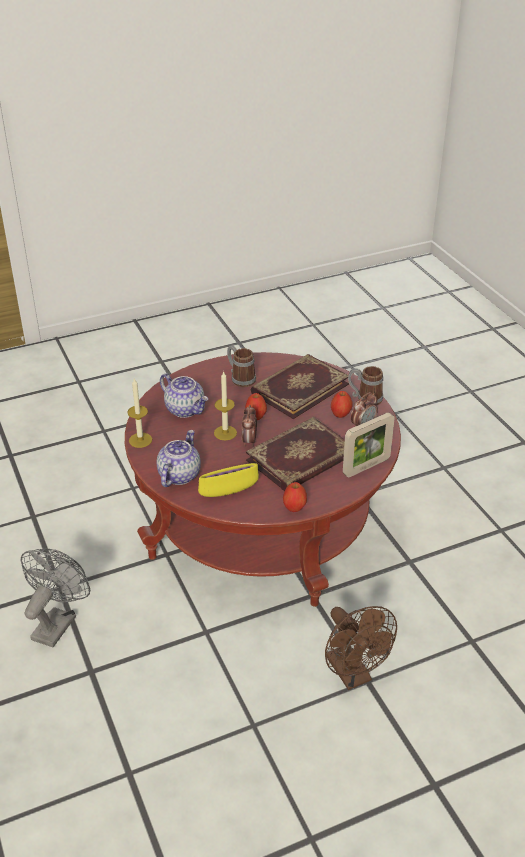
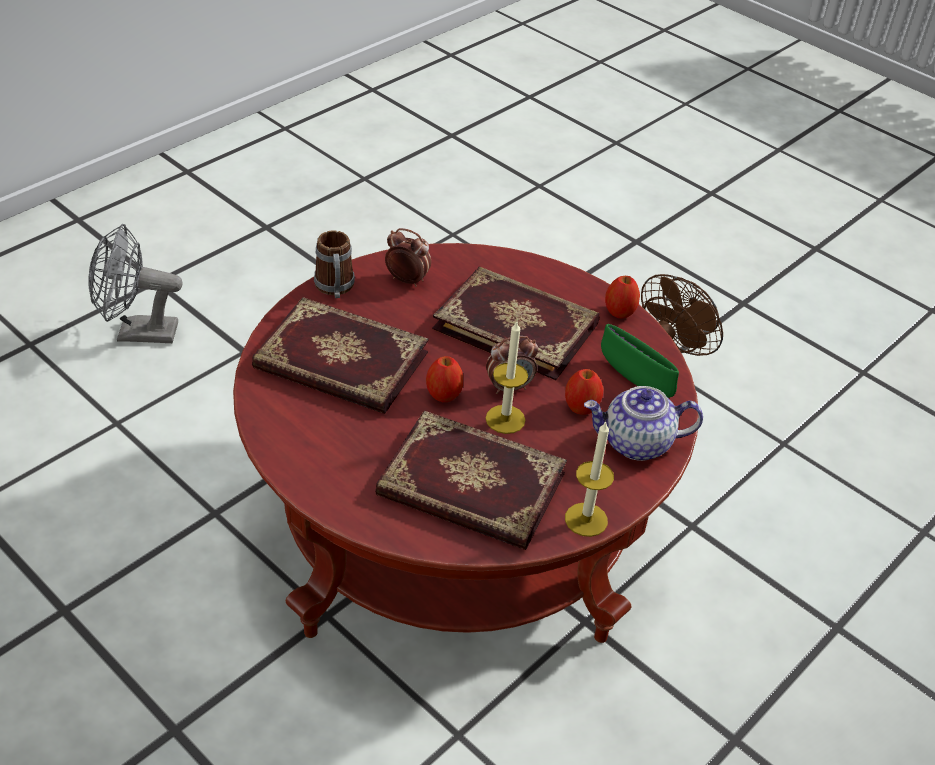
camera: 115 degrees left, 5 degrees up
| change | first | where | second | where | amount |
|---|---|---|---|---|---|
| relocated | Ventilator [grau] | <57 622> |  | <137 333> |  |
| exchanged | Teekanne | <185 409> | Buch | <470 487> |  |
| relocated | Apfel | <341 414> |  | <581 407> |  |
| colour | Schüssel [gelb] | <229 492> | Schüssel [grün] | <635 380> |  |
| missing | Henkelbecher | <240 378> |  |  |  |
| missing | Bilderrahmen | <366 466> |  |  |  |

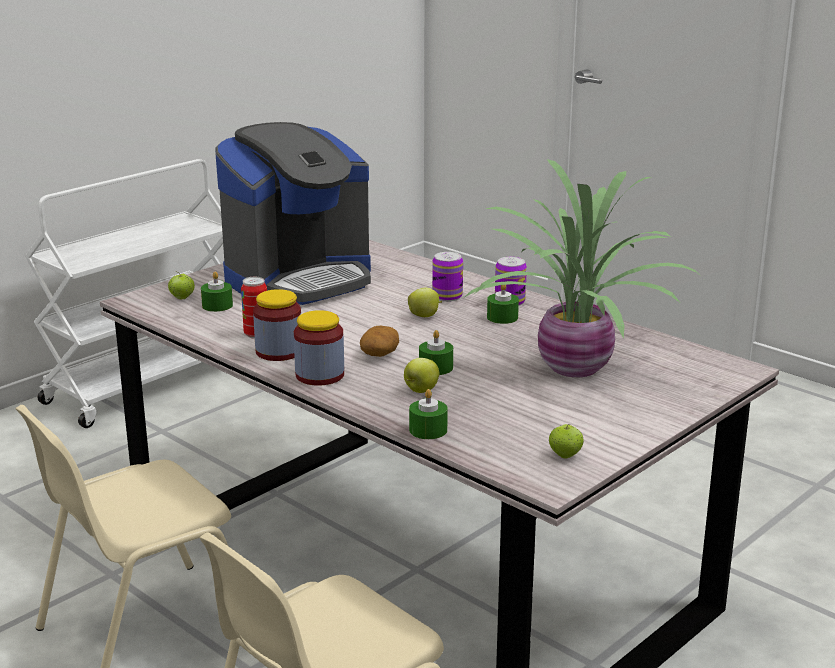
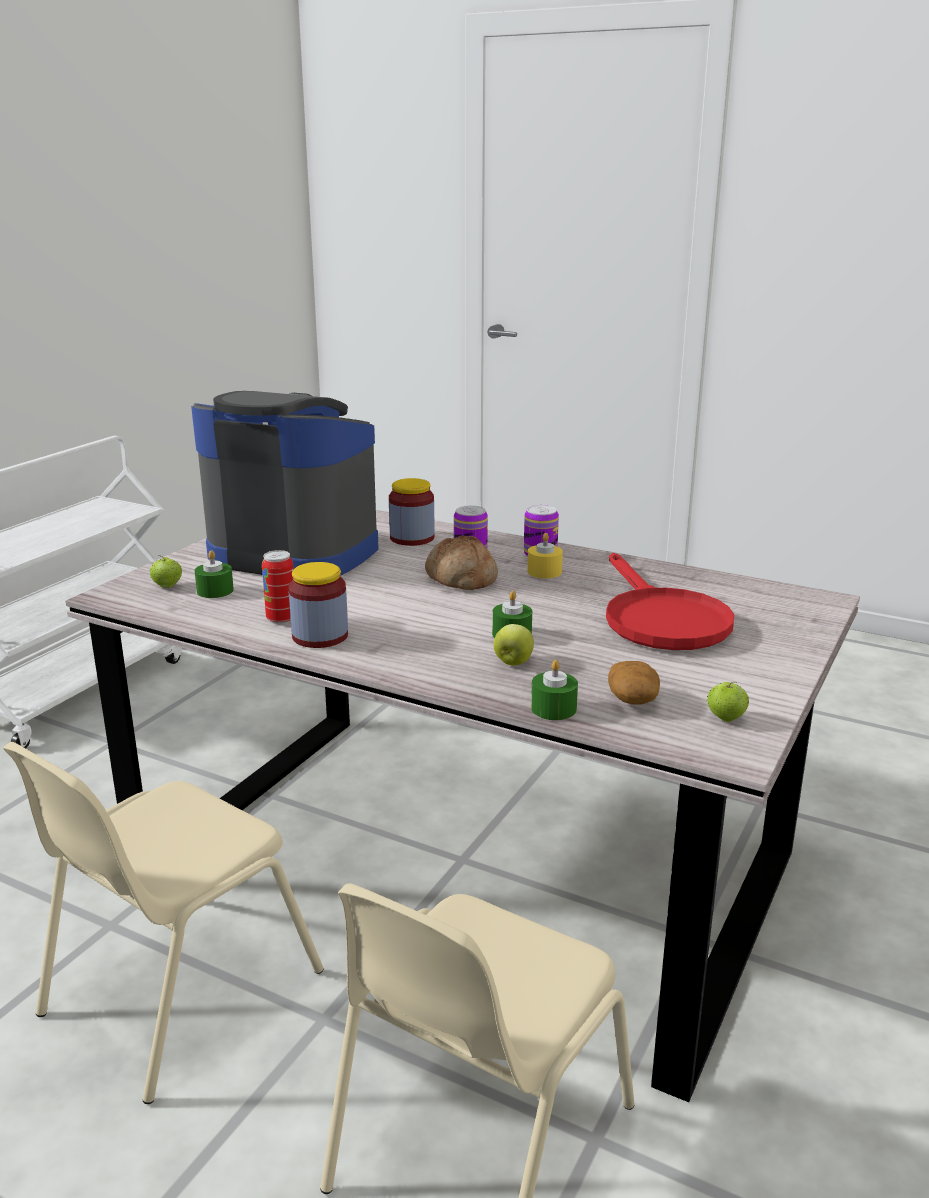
camera: 15 degrees left, 0 degrees up
| change | first | where | second | where | amount |
|---|---|---|---|---|---|
| spun | Kaffeemaschine | <299 278> |  | <294 552> | 105 degrees counterclockwise |
| relocated | Vorratsglas | <320 375> |  | <412 538> |  |
| exchanged | Apfel | <424 316> | Brot | <460 579> |  |
| colour | Kerze [grün] | <502 317> | Kerze [gelb] | <544 572> |  |
| exchanged | Topfpflanze | <573 369> | Pfanne [rot] | <660 619> |  |
| relocated | Kartoffel | <379 354> |  | <633 699> |  |

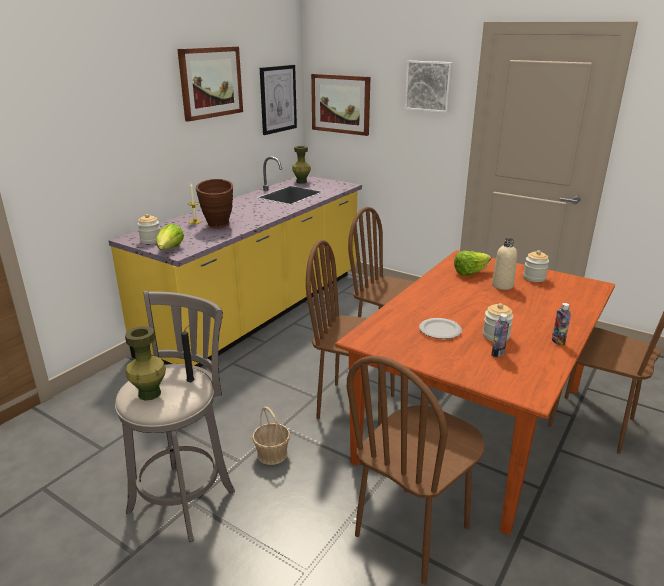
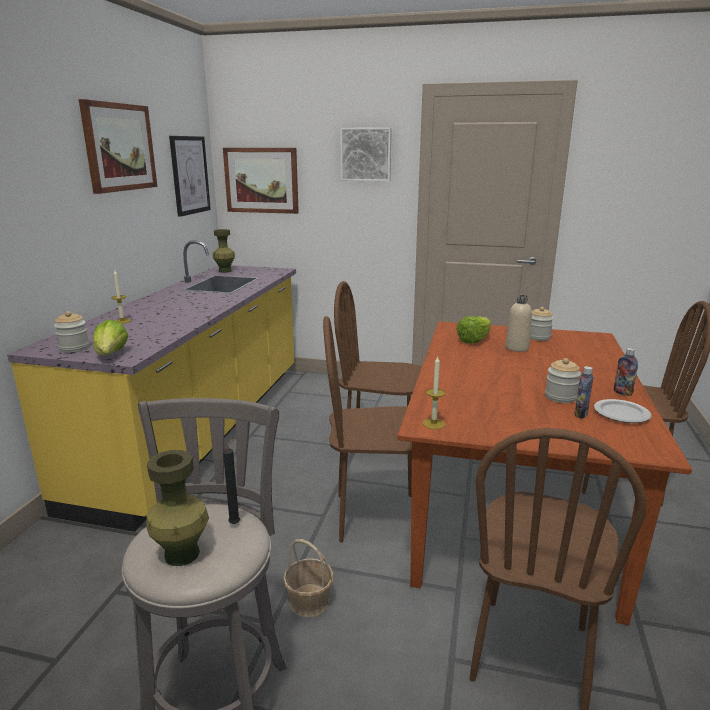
camera: 20 degrees left, 5 degrees down
| change | first | where | second | where | amount |
|---|---|---|---|---|---|
| appeared |  |  | Kerze | <433 423> |  |
| relocated | Teller | <439 330> |  | <620 413> |  |
| missing | Vase [braun] | <218 226> |  |  |  |

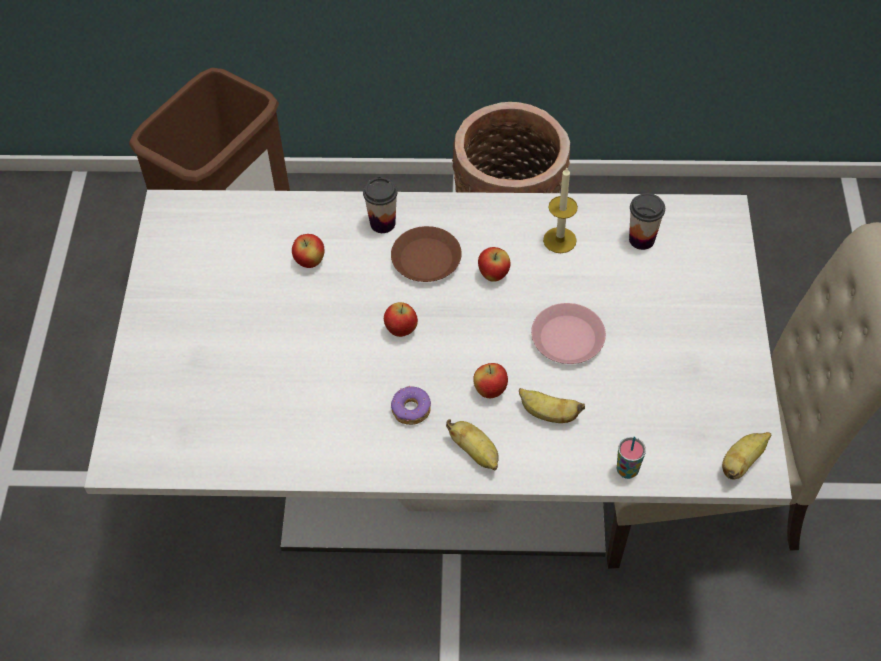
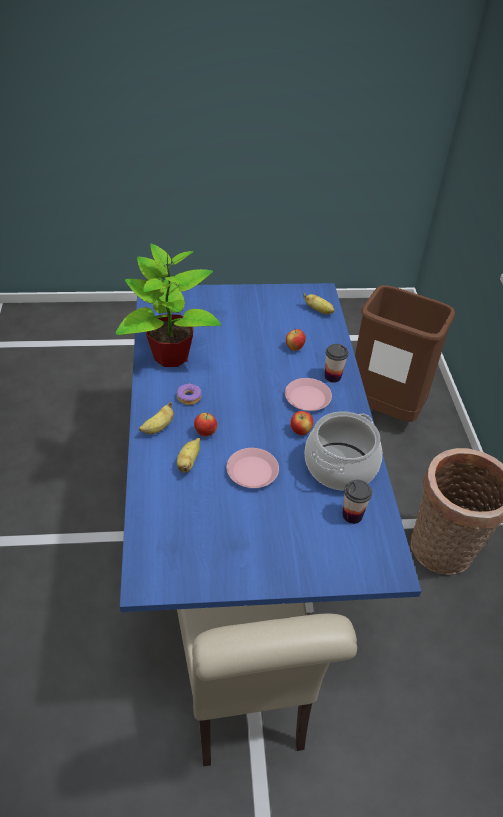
camera: 80 degrees right, 10 degrees down
| change | first | where | second | where | amount |
|---|---|---|---|---|---|
| appeared |  |  | Topfpflanze | <170 356> |  |
| colour | Esstisch [weiß] | <444 476> | Esstisch [blau] | <244 525> |  |
| colour | Teller [braun] | <425 259> | Teller [rosa] | <307 398> |  |
| relocated | Banane | <742 462> |  | <319 311> |  |
| exchanged | Kerze | <559 240> | Kochtopf | <340 466> |  |
| missing | Apfel | <401 330> |  |  |  |
| missing | Tasse | <627 470> |  |  |  |

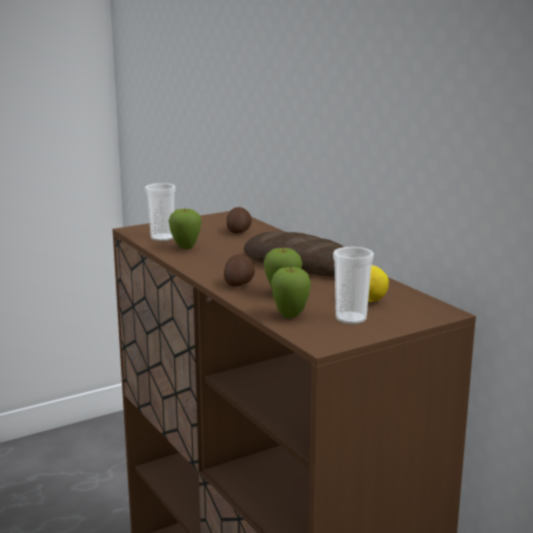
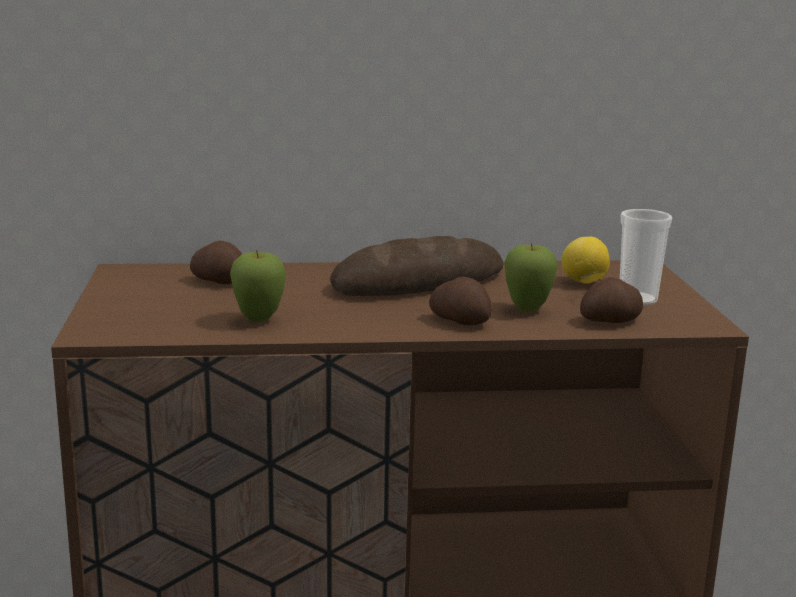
camera: 65 degrees left, 0 degrees up
| change | first | where | second | where | amount |
|---|---|---|---|---|---|
| exchanged | Apfel | <290 317> | Kartoffel | <611 321> |  |
| missing | Tasse | <162 238> |  |  |  |

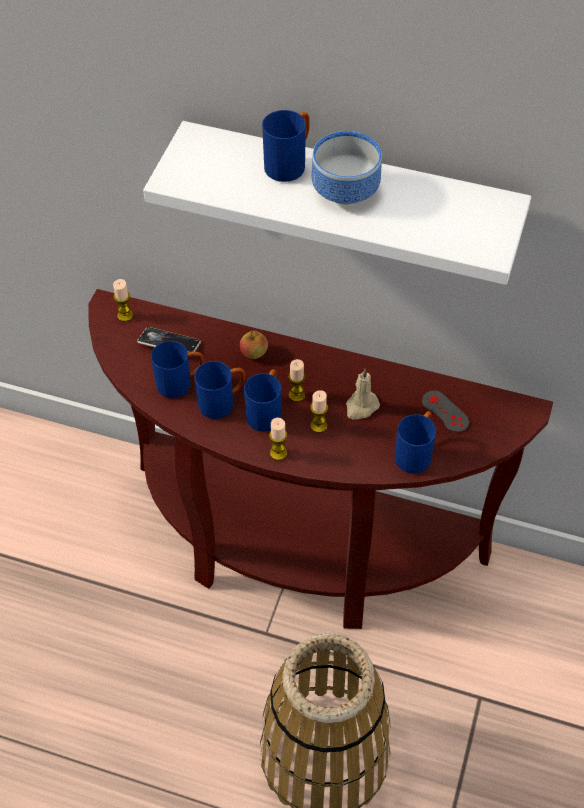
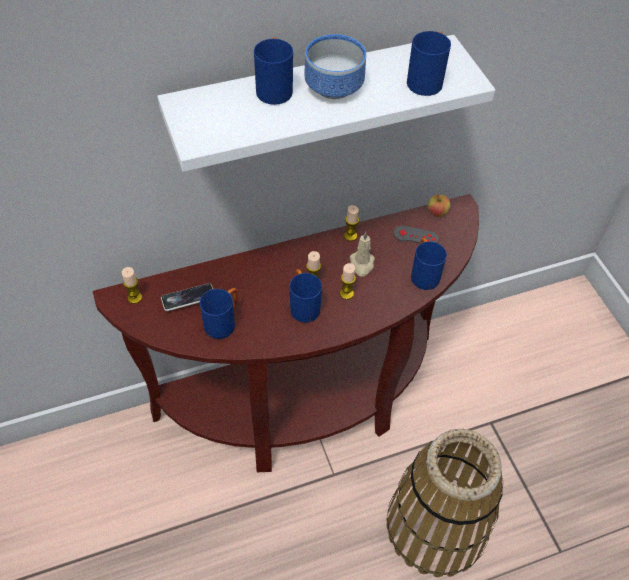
camera: 40 degrees left, 0 degrees up
| change | first | where | second | where | amount |
|---|---|---|---|---|---|
| relocated | Kerze | <278 453> |  | <350 236> |  |
| relocated | Henkelbecher [blau] | <222 402> |  | <426 80> |  |
| relocated | Apfel | <254 353> |  | <437 213> |  |

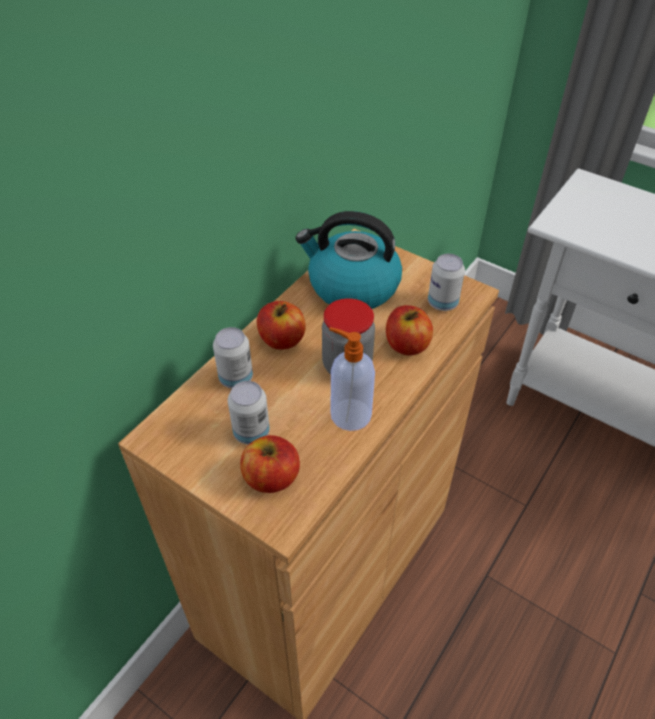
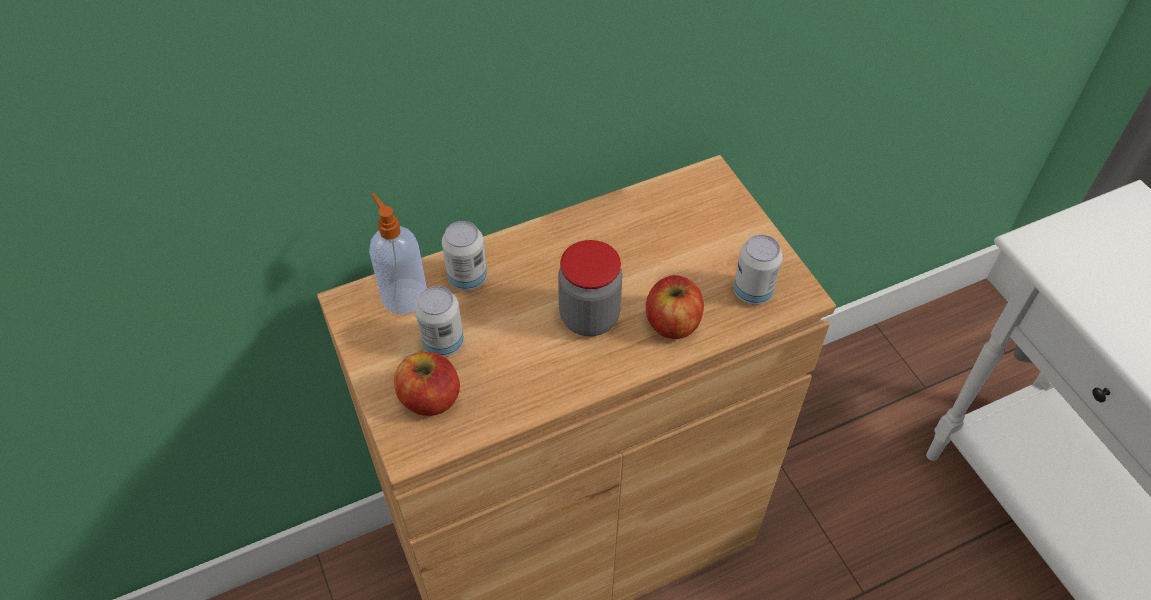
camera: 30 degrees right, 5 degrees up
| change | first | where | second | where | amount |
|---|---|---|---|---|---|
| relocated | Seifenspender | <349 414> |  | <403 295> |  |
| missing | Apfel | <282 340> |  |  |  |
| missing | Wasserkessel | <352 286> |  |  |  |

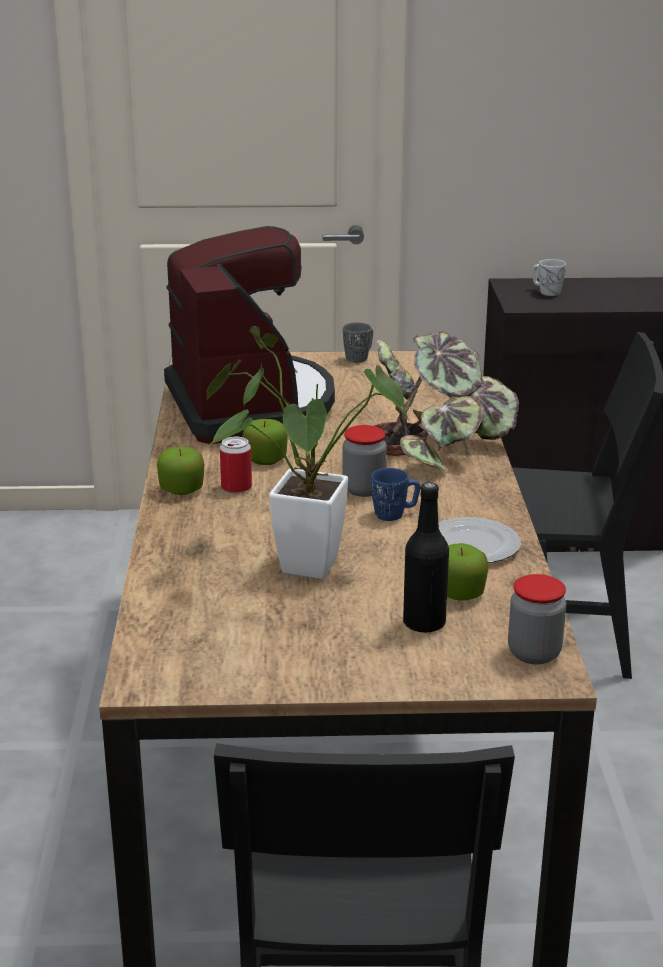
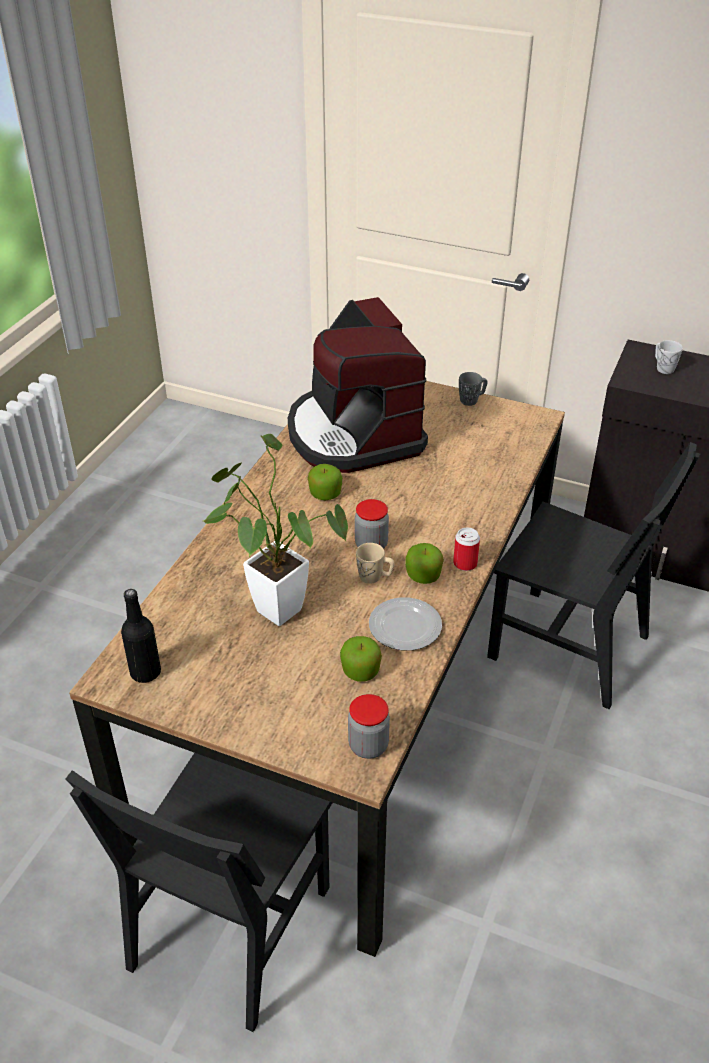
camera: 25 degrees right, 15 degrees up
| change | first | where | second | where | amount |
|---|---|---|---|---|---|
| relocated | Flasche [schwarz] | <424 623> |  | <145 672> |  |
| spun | Kaffeemaschine | <250 406> |  | <353 434> | 150 degrees clockwise |
| colour | Henkelbecher [blau] | <395 514> | Henkelbecher [beige] | <374 577> |  |
| relocated | Apfel | <182 490> |  | <423 575> |  |
| relocated | Dose | <236 487> |  | <465 563> |  |
| missing | Topfpflanze | <437 447> |  |  |  |

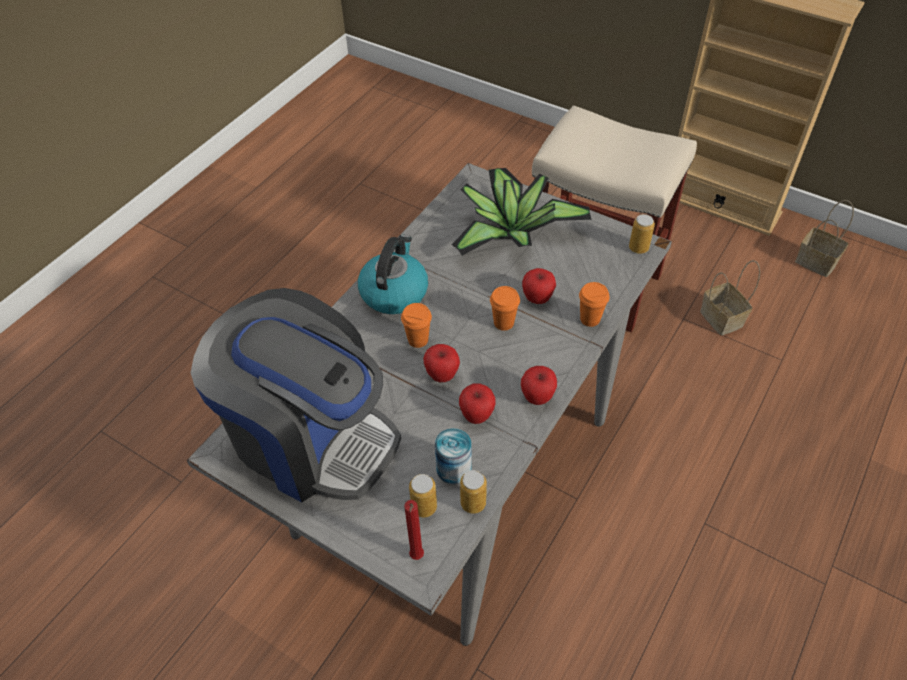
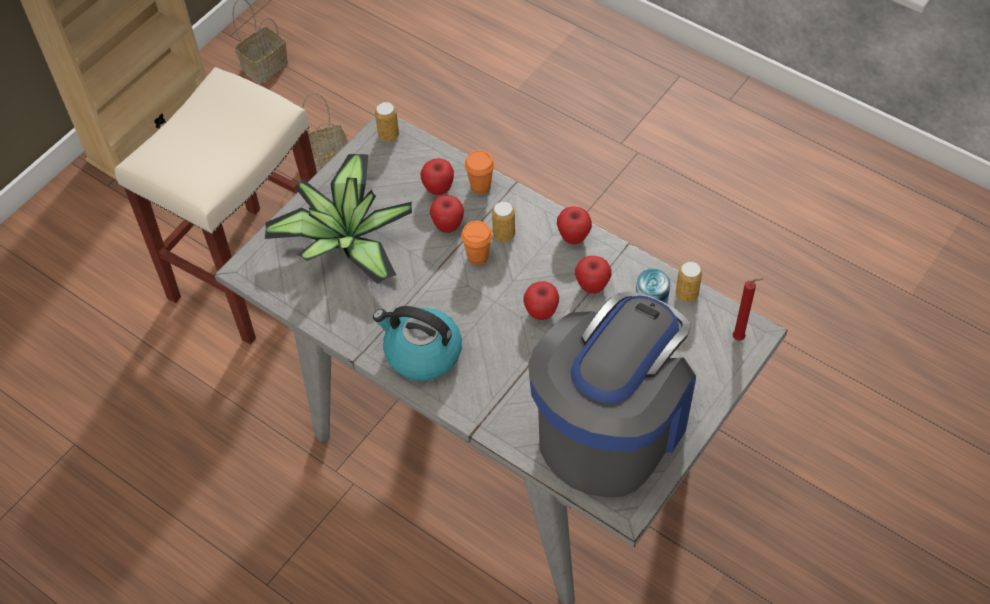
camera: 85 degrees left, 5 degrees up
| change | first | where | second | where | amount |
|---|---|---|---|---|---|
| appeared |  |  | Apfel | <438 189> |  |
| relocated | Dose | <424 507> |  | <504 234> |  |
| missing | Tasse [orange] | <418 340> |  |  |  |

